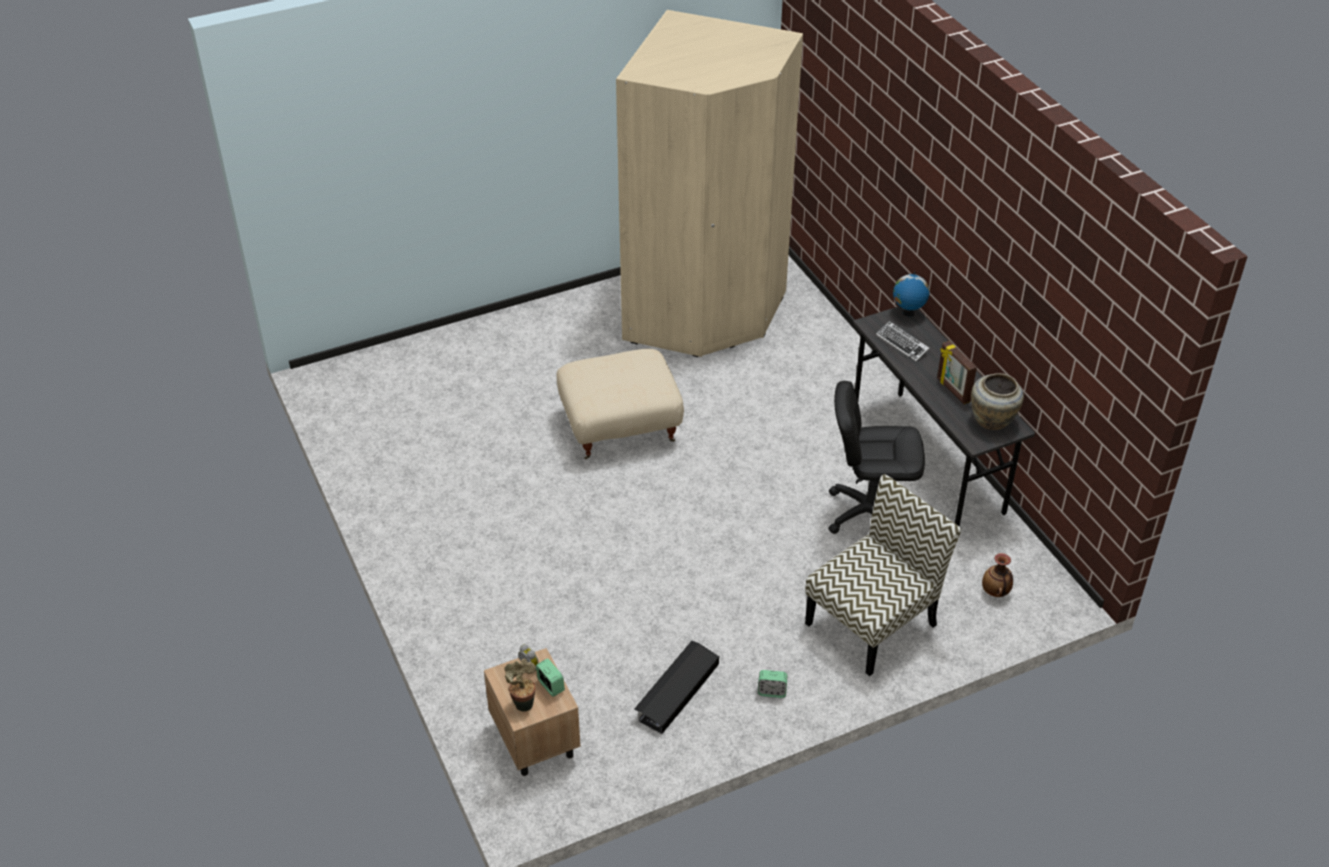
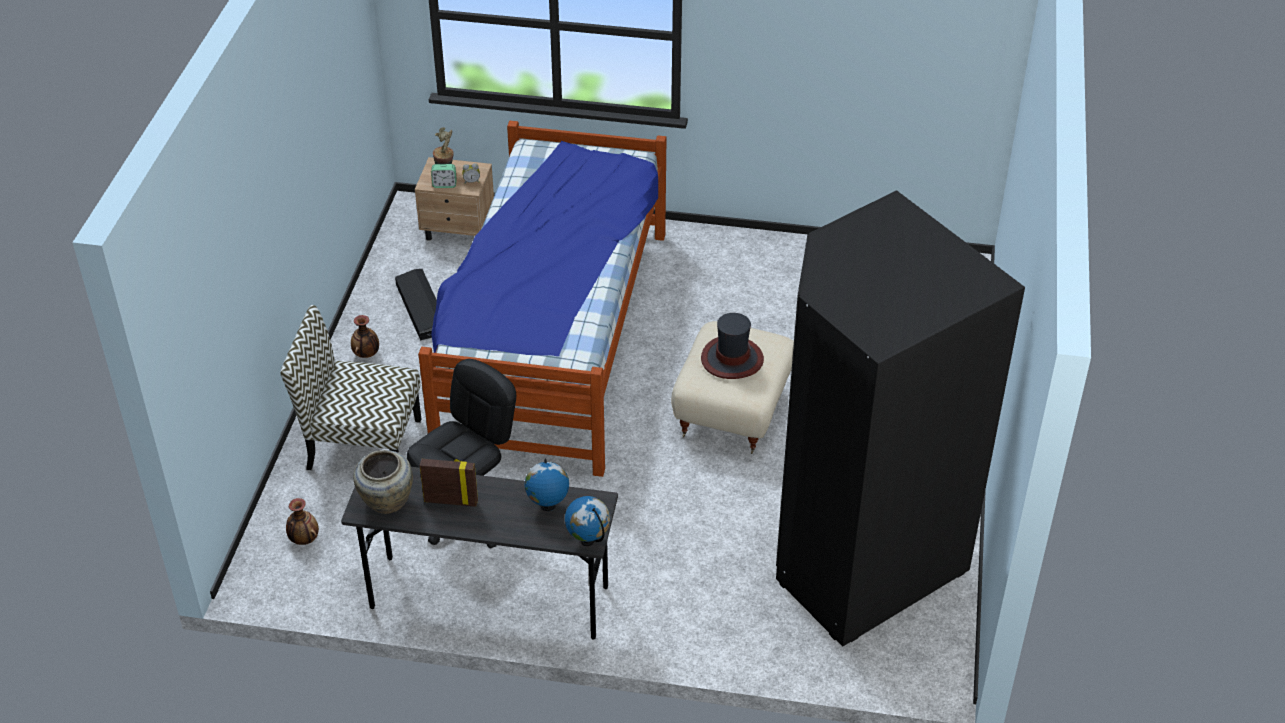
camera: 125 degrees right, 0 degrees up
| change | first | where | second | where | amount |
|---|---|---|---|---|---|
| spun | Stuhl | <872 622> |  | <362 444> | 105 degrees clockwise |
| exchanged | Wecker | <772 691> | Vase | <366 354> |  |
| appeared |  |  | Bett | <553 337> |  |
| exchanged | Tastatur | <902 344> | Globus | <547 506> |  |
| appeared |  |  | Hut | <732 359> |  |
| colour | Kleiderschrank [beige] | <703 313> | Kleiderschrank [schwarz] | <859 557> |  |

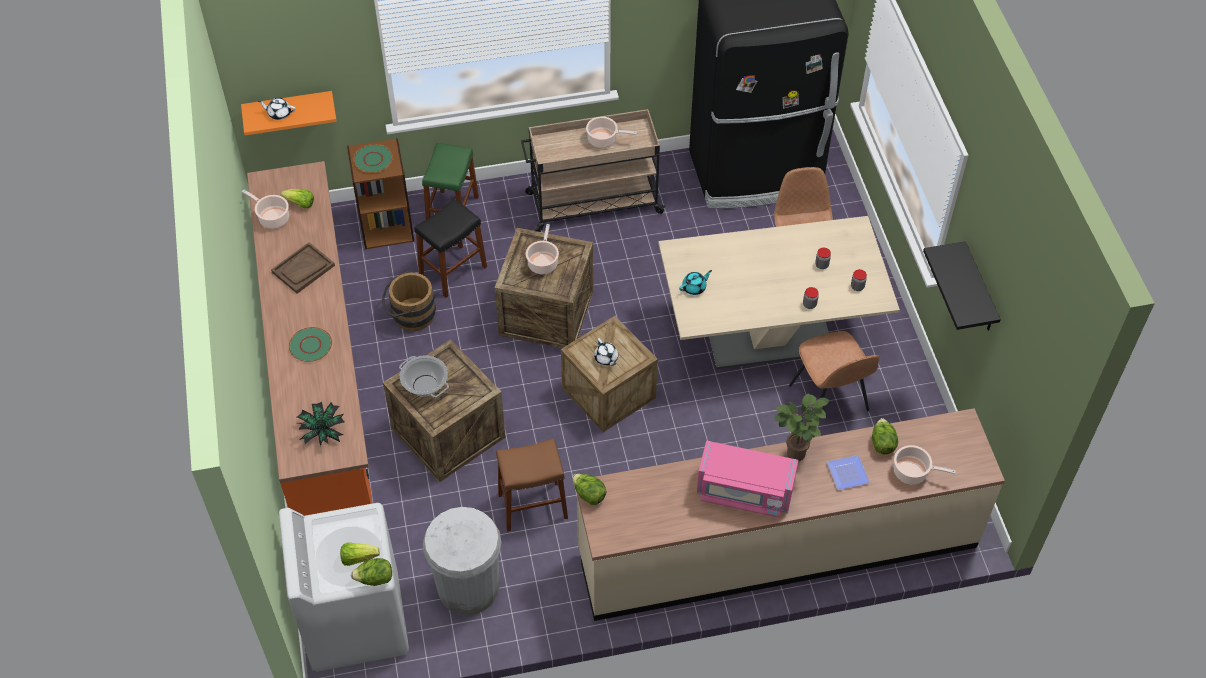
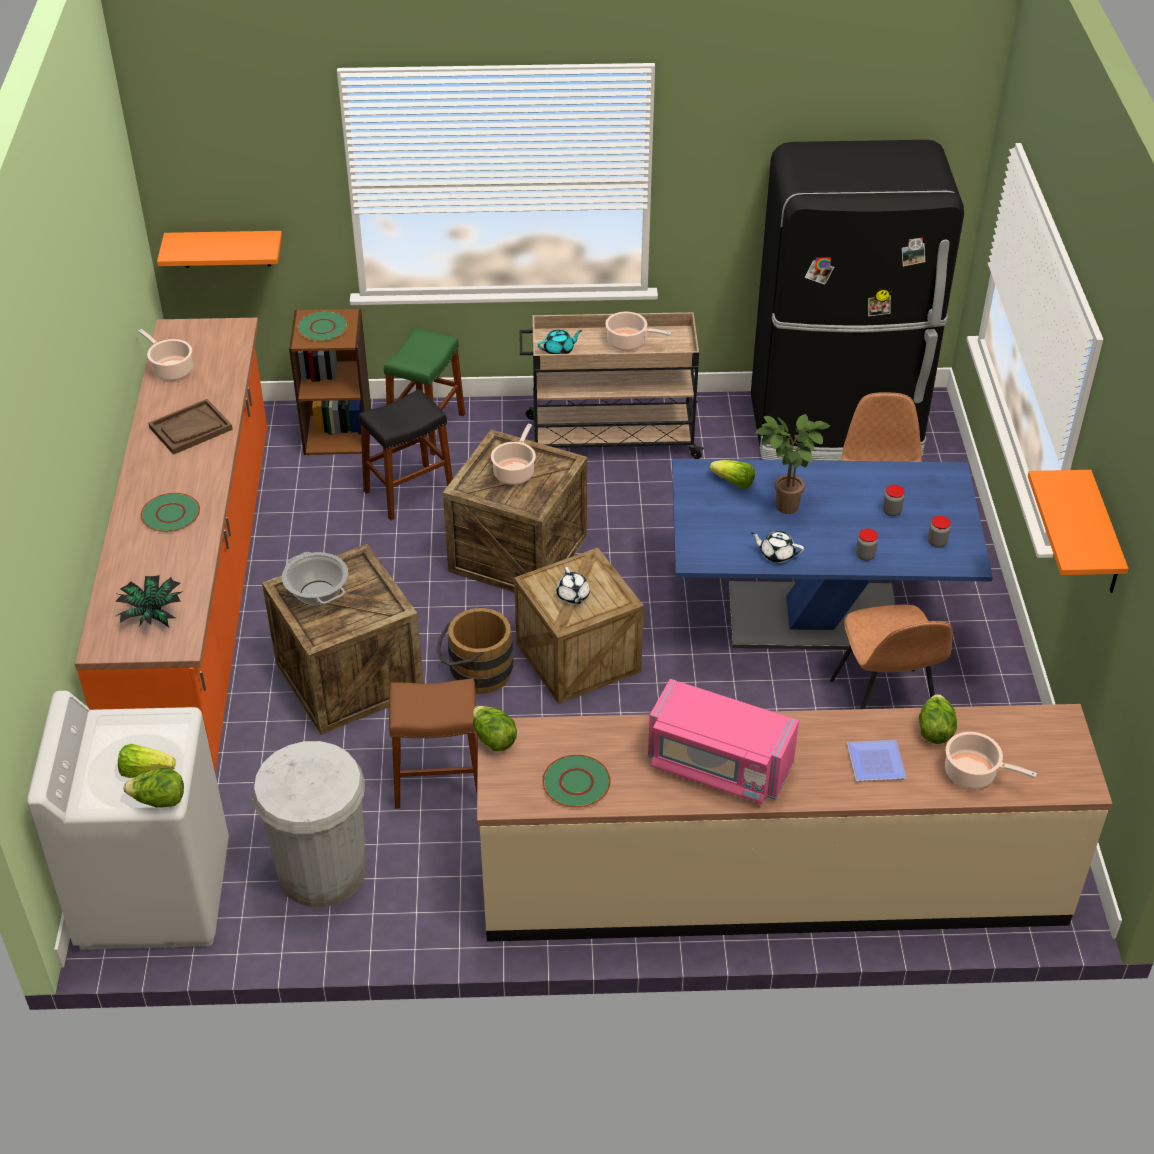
camera: 10 degrees right, 10 degrees down
| change | first | where | second | where | amount |
|---|---|---|---|---|---|
| relocated | Eimer [braun] | <410 315> |  | <475 672> |  |
| relocated | Teekanne [türkis] | <694 287> |  | <559 350> |  |
| appeared |  |  | Teller [grün] | <576 782> |  |
| colour | Esstisch [beige] | <768 335> | Esstisch [blau] | <813 616> |  |
| relocated | Salatkopf | <300 204> |  | <733 482> |  |
| relocated | Teekanne [weiß] | <279 113> |  | <776 554> |  |
| relocated | Topfpflanze | <795 456> |  | <785 509> |  |
| colour | Wandregal [schwarz] | <979 290> | Wandregal [orange] | <1104 536> |  |

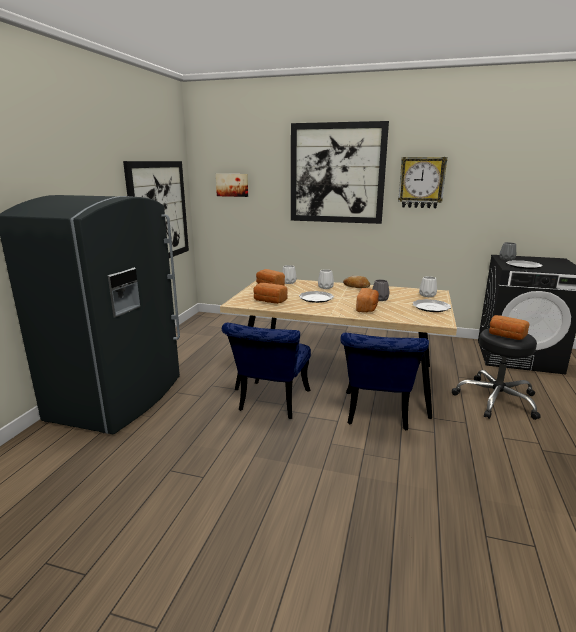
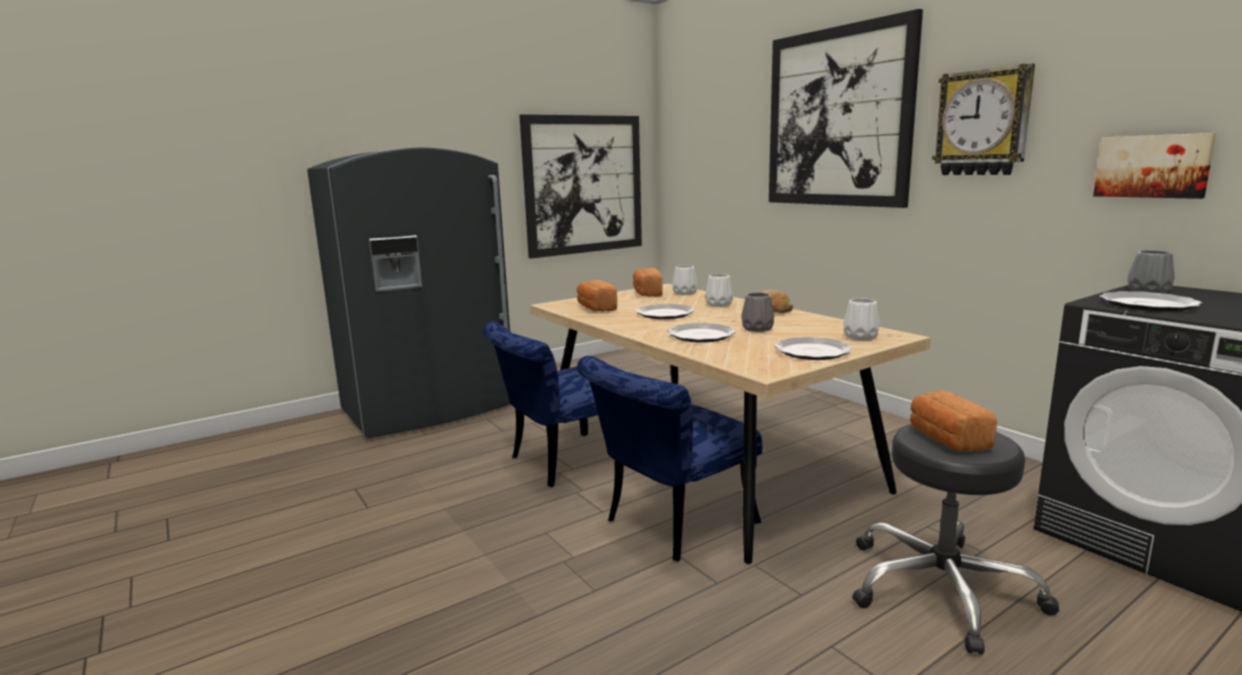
camera: 40 degrees right, 5 degrees down
| change | first | where | second | where | amount |
|---|---|---|---|---|---|
| exchanged | Brot | <367 308> | Teller | <700 335> |  |
| relocated | Bild | <232 185> |  | <1152 166> |  |

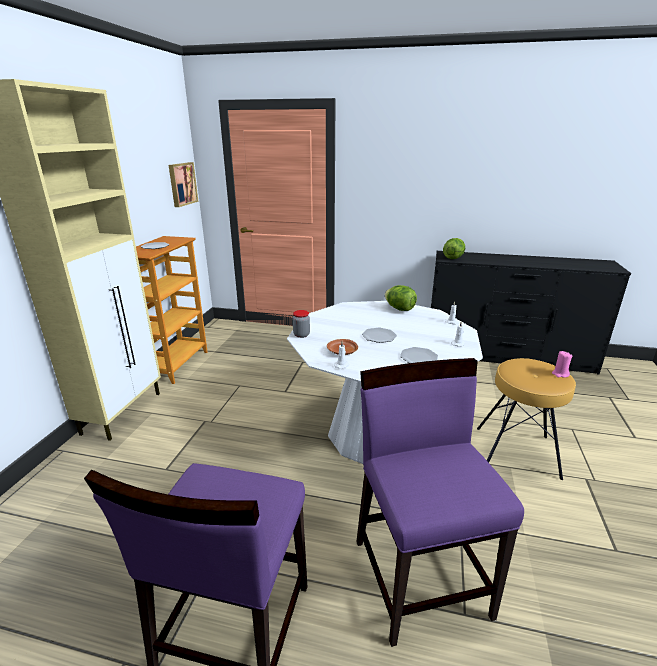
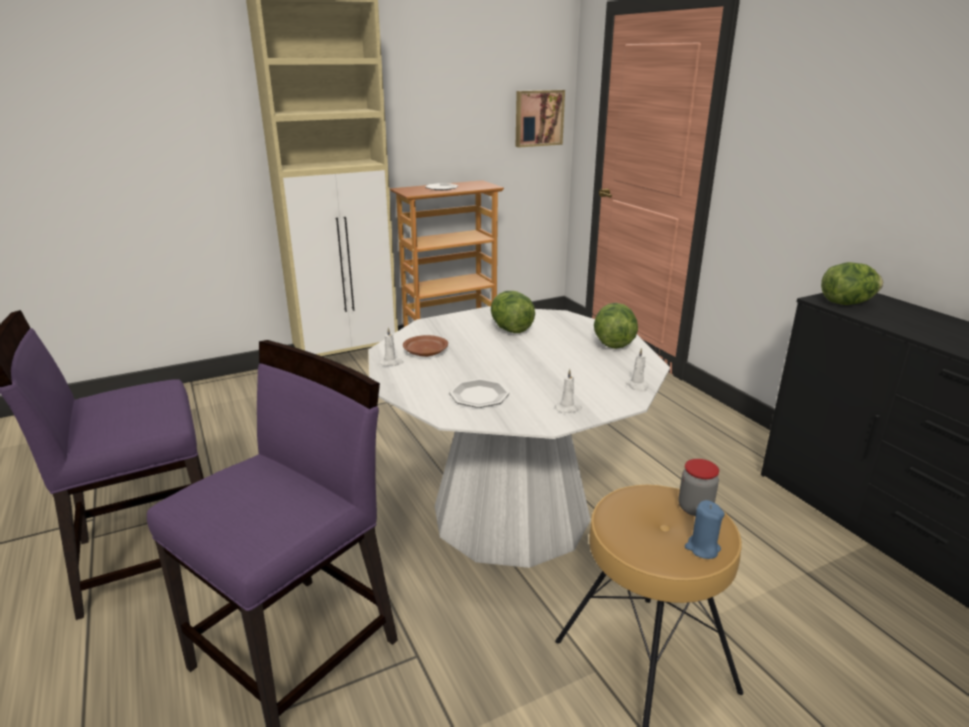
camera: 50 degrees right, 0 degrees up
| change | first | where | second | where | amount |
|---|---|---|---|---|---|
| appeared |  |  | Salatkopf | <510 329> |  |
| relocated | Vorratsglas | <301 335> |  | <695 508> |  |
| colour | Kerze [rosa] | <560 374> | Kerze [blau] | <702 548> |  |
| missing | Teller | <379 336> |  |  |  |

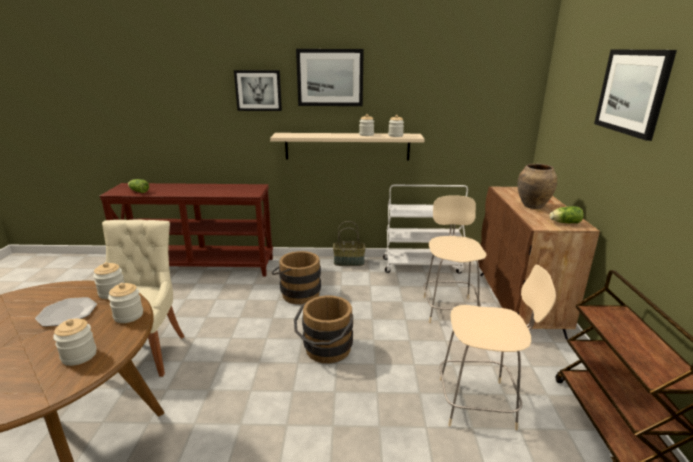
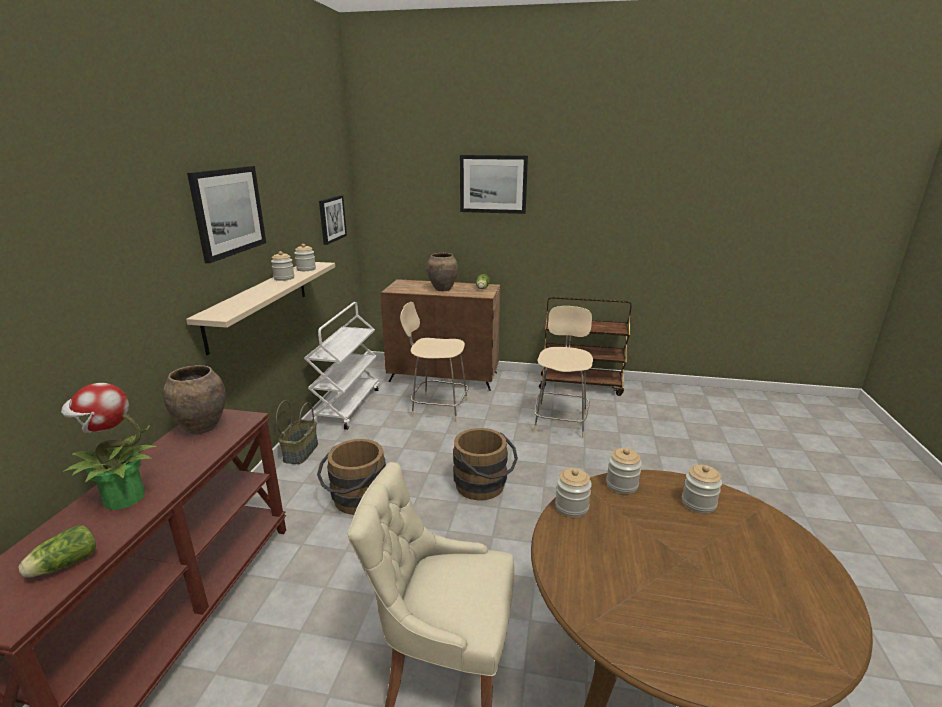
camera: 80 degrees left, 0 degrees up
| change | first | where | second | where | amount |
|---|---|---|---|---|---|
| appeared |  |  | Topfpflanze | <122 498> |  |
| appeared |  |  | Vase [braun] | <202 427> |  |
| relocated | Bild | <258 90> |  | <331 219> |  |
| missing | Teller | <67 313> |  |  |  |

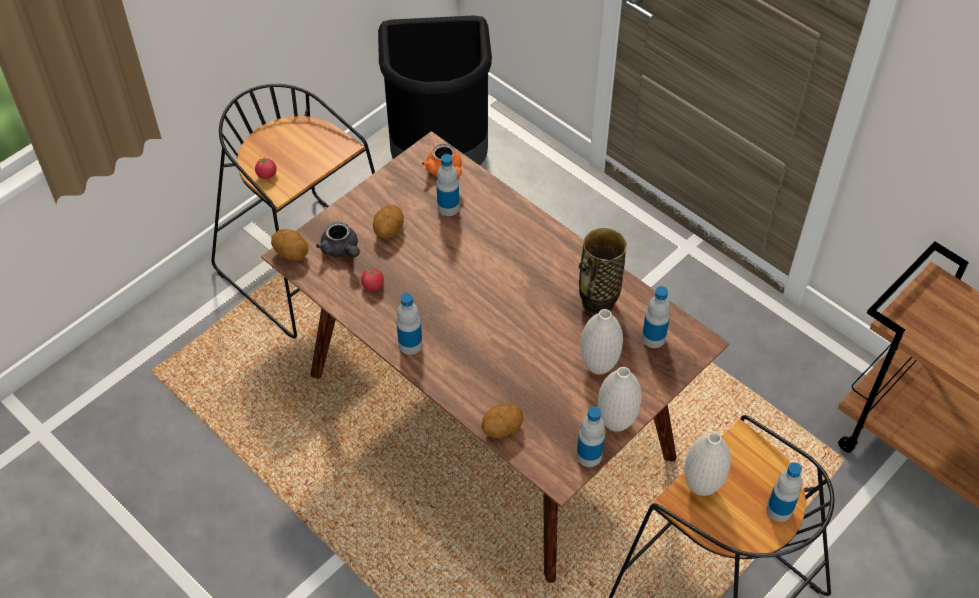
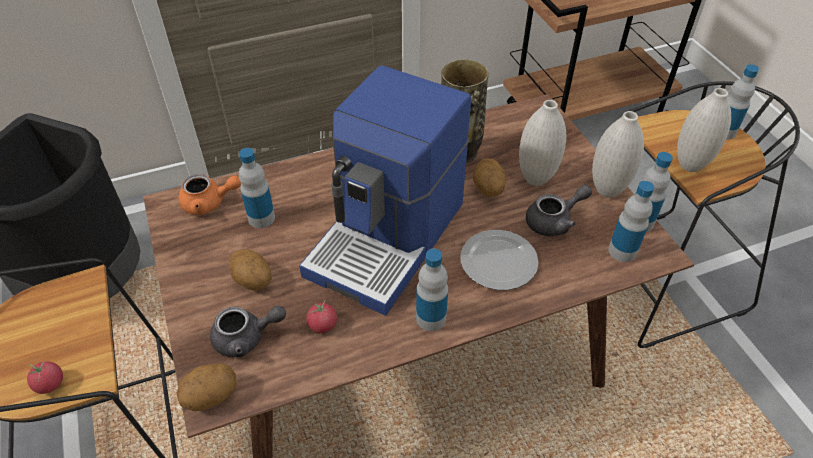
camera: 65 degrees left, 5 degrees down
| change | first | where | second | where | amount |
|---|---|---|---|---|---|
| appeared |  |  | Kaffeemaschine | <389 238> |  |
| appeared |  |  | Teller | <497 261> |  |
| relocated | Kartoffel | <502 428> |  | <487 189> |  |
| appeared |  |  | Teekanne [grau] | <554 221> |  |
| relocated | Flasche | <653 338> |  | <622 251> |  |

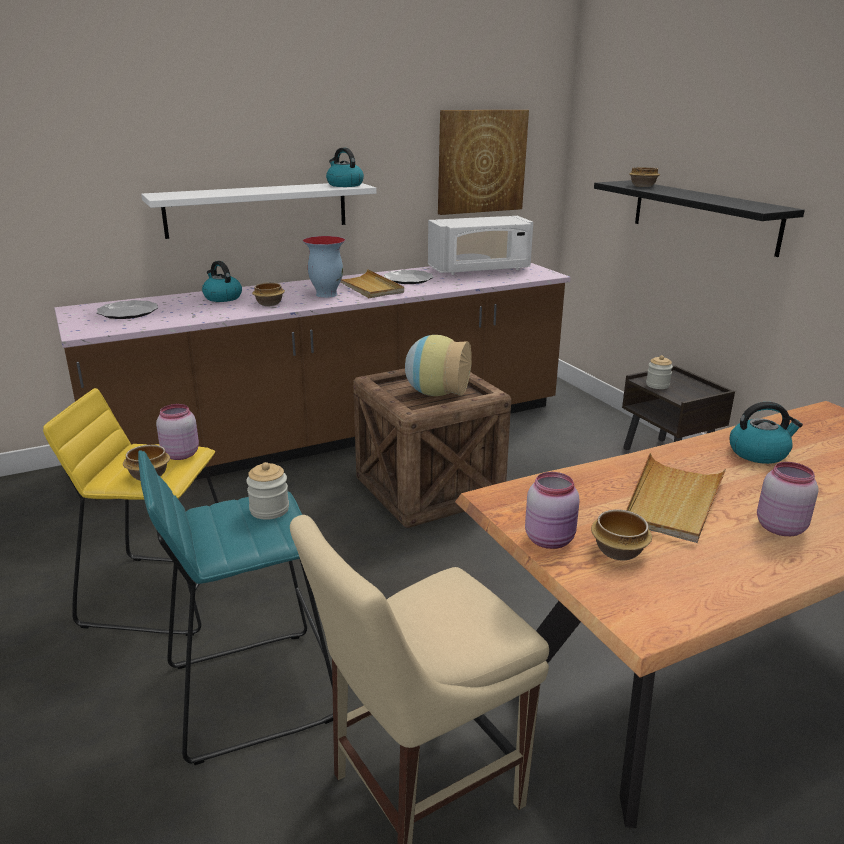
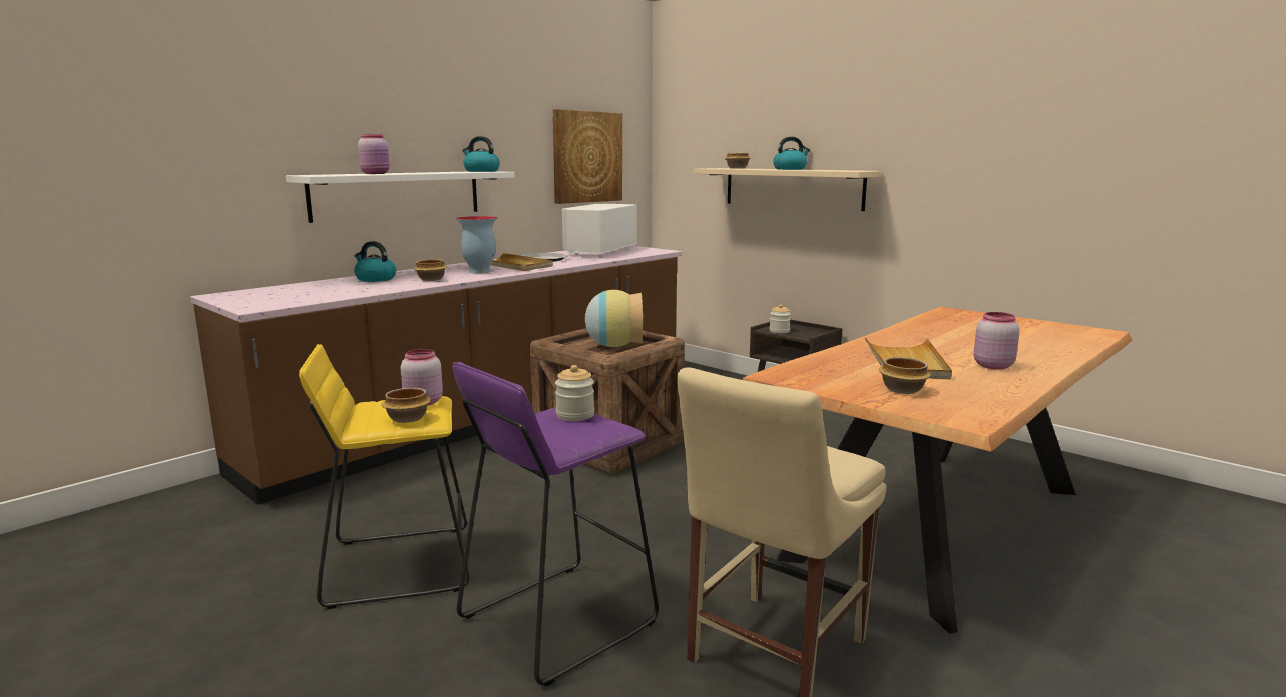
camera: 20 degrees left, 10 degrees down
| change | first | where | second | where | amount |
|---|---|---|---|---|---|
| relocated | Vorratsglas [rosa] | <551 540> |  | <376 173> |  |
| colour | Hocker [türkis] | <249 692> | Hocker [lila] | <556 620> |  |
| spun | Mikrowelle [weiß] | <480 270> |  | <600 251> | 150 degrees clockwise |
| colour | Wandregal [schwarz] | <703 216> | Wandregal [beige] | <792 188> |  |
| relocated | Wasserkessel | <759 453> |  | <790 169> |  |
| missing | Teller | <128 312> |  |  |  |

